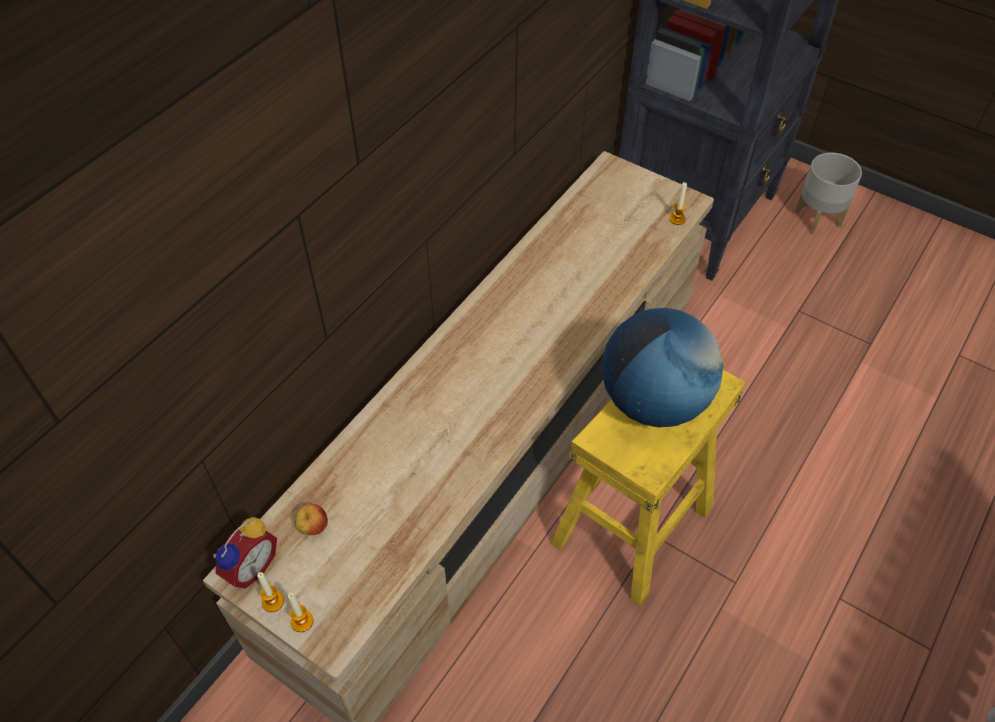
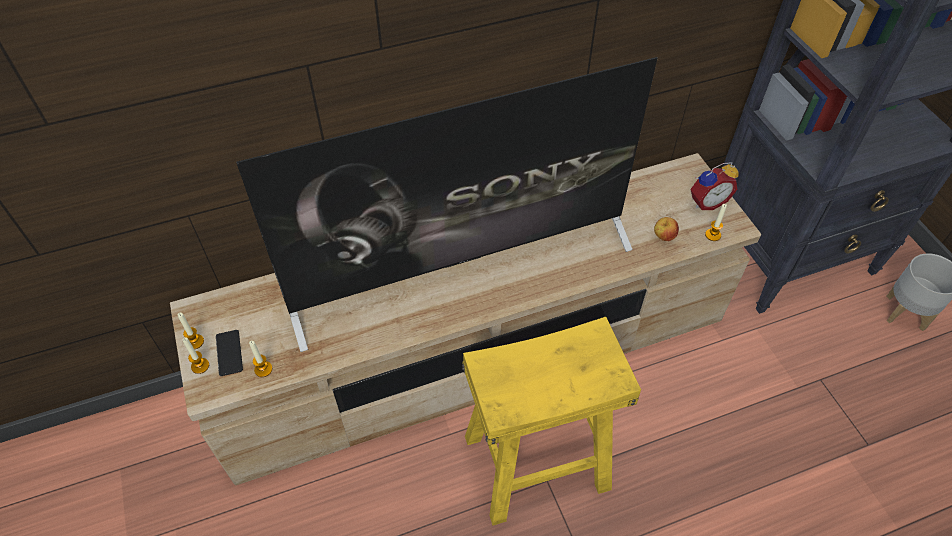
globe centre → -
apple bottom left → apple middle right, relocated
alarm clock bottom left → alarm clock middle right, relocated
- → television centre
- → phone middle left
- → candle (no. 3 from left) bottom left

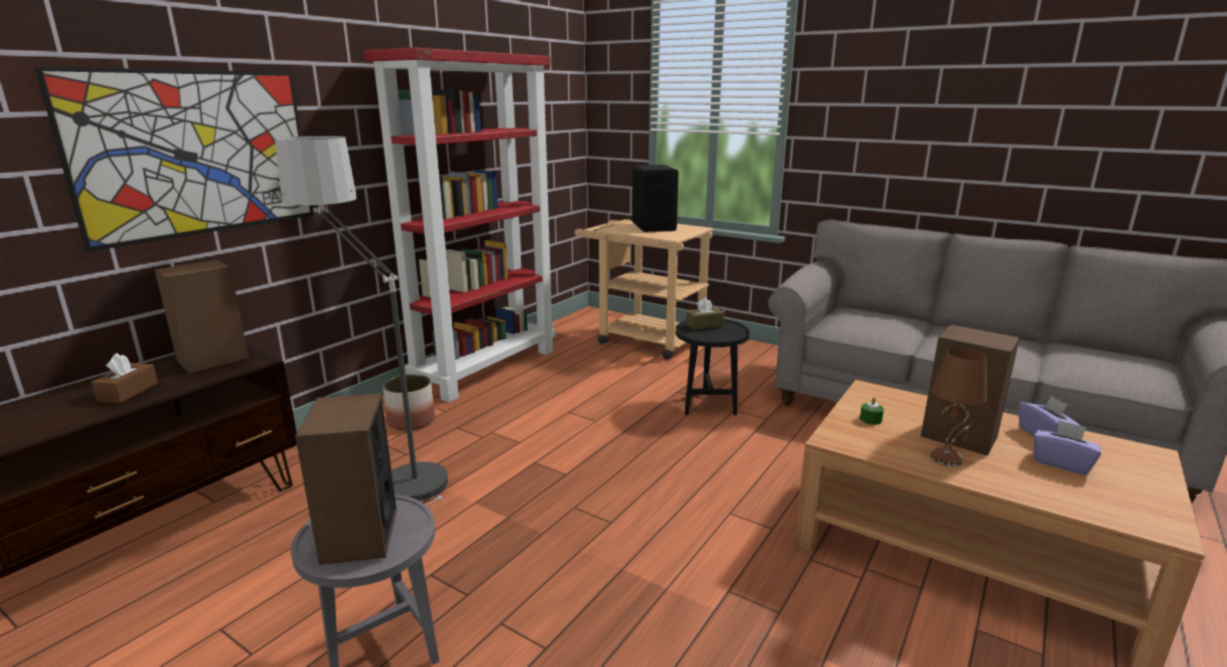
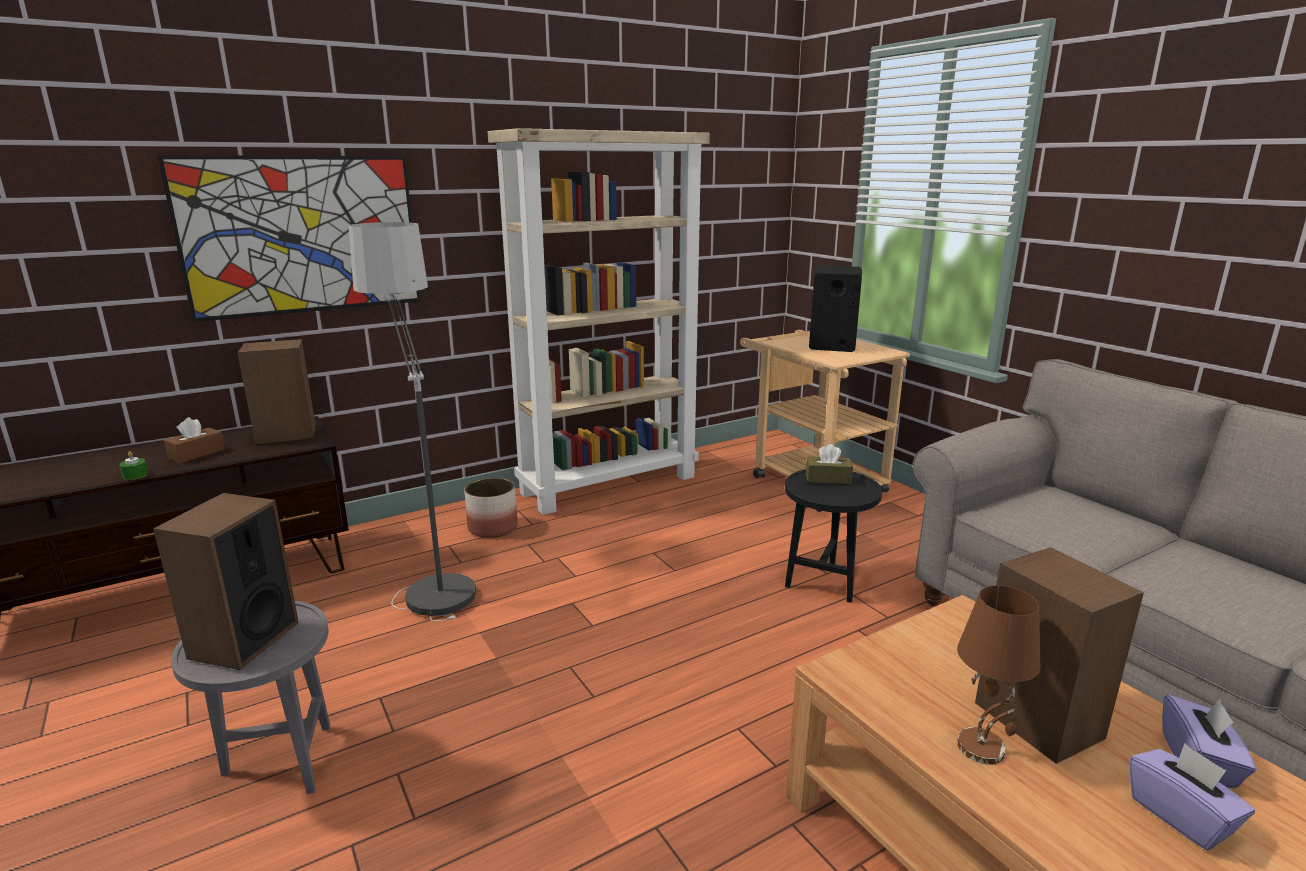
bookcase (red) centre → bookcase (beige) centre
candle (green) middle right → candle (green) middle left, relocated

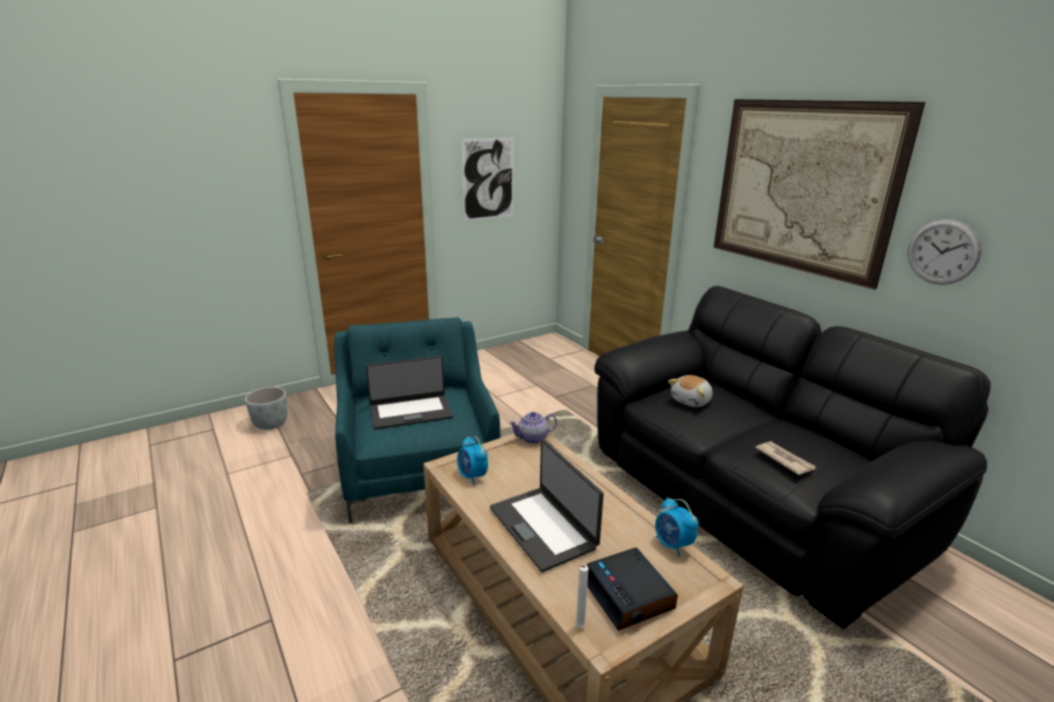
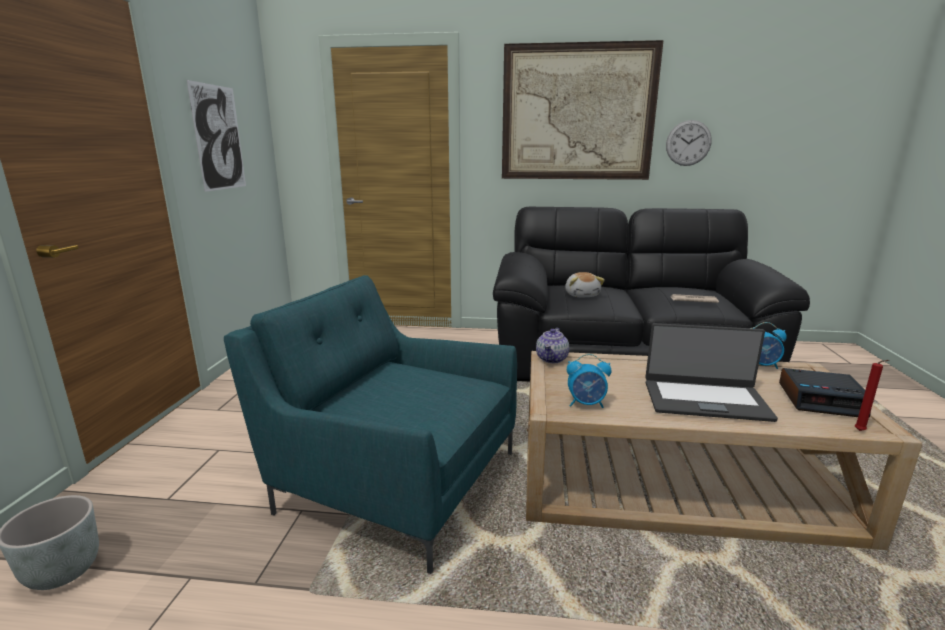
laptop (no. 1 from left) centre → -
candle (white) bottom centre → candle (red) middle right

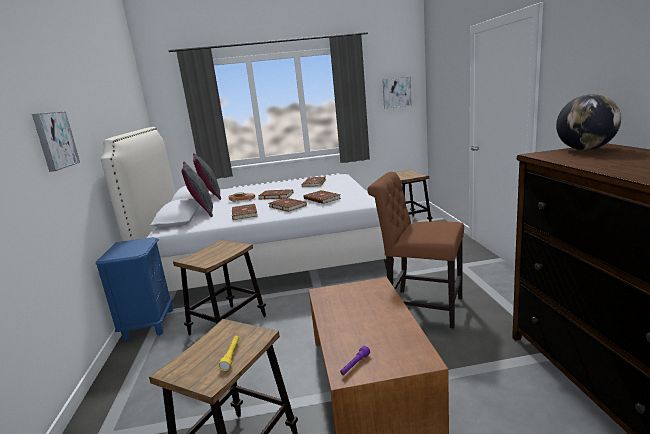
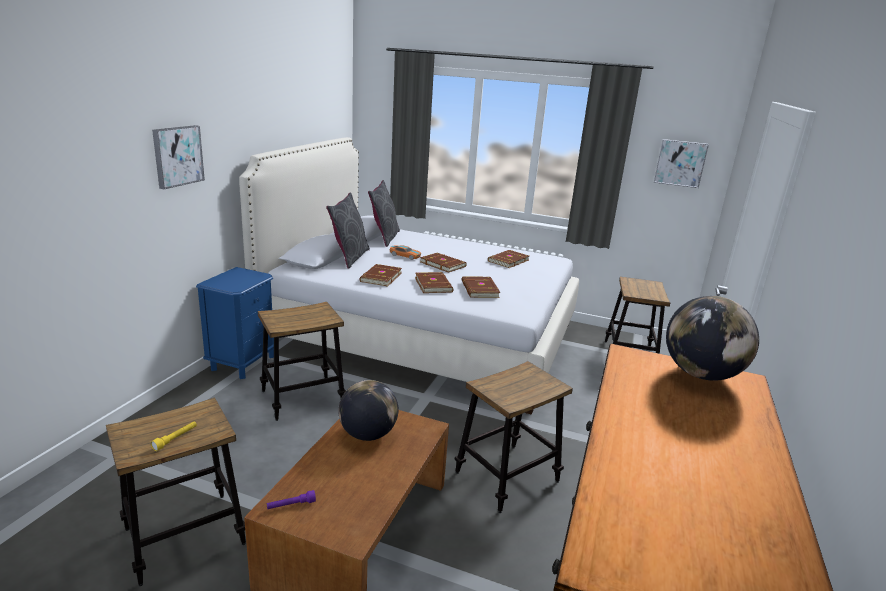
chair (brown) centre → stool (no. 3 from left) bottom centre
- → globe (no. 1 from left) bottom centre

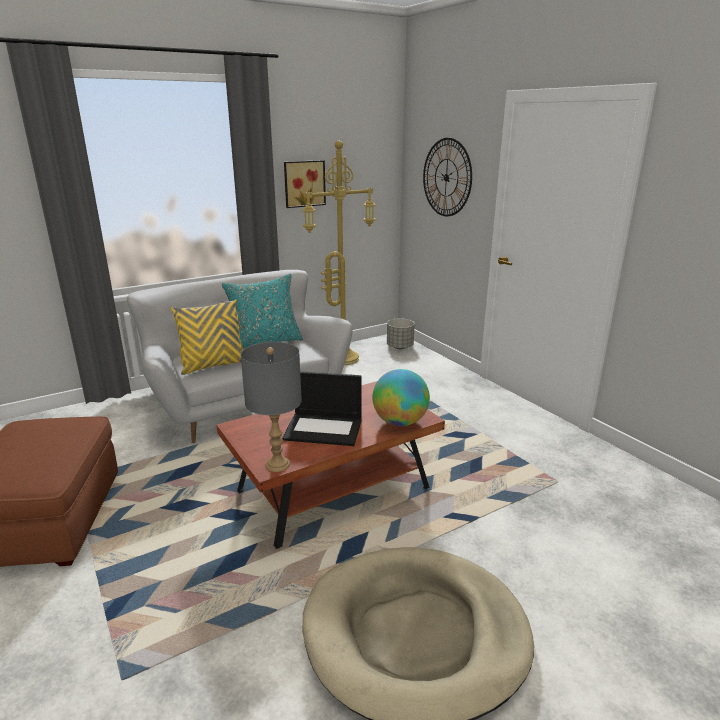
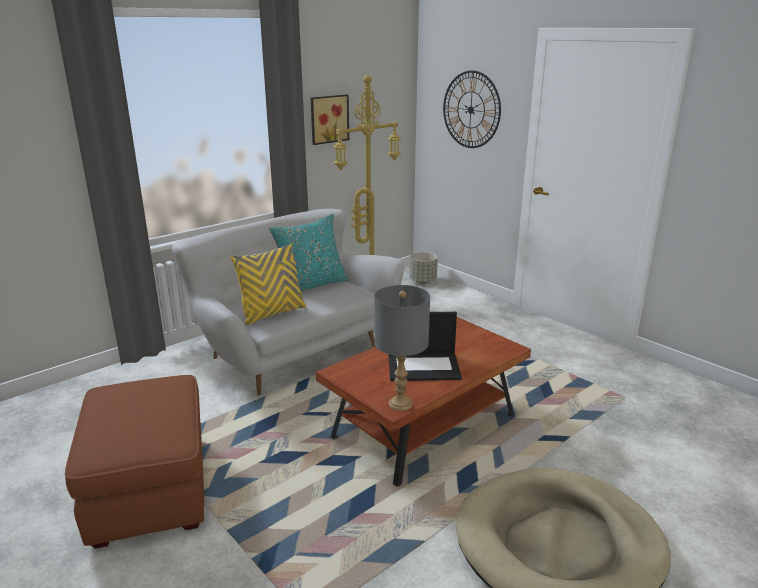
globe centre → -

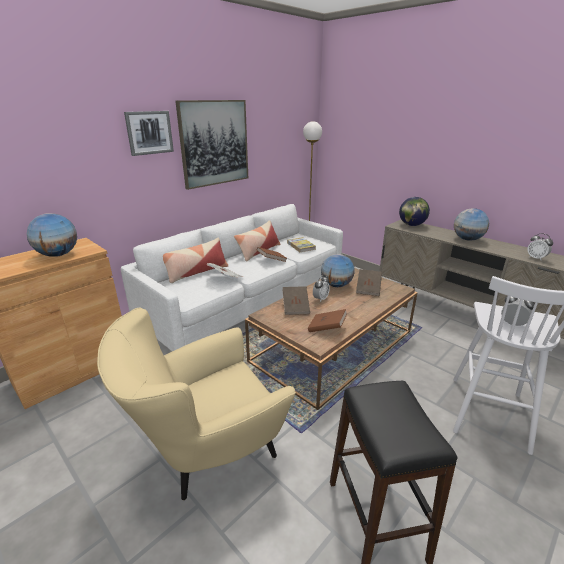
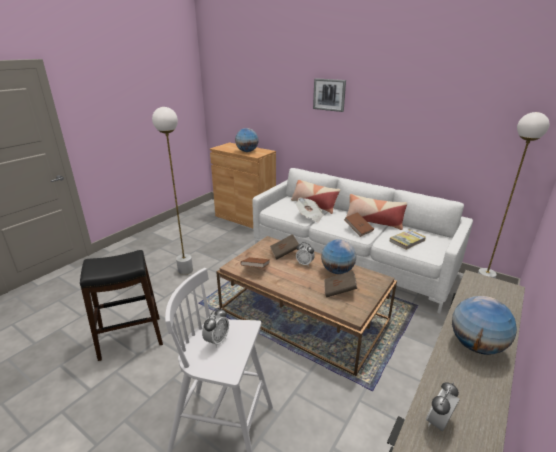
picture (no. 2 from left) top centre → -
globe (no. 3 from left) middle right → -
armchair (beige) bottom centre → floor lamp (white) (no. 1 from left) middle left

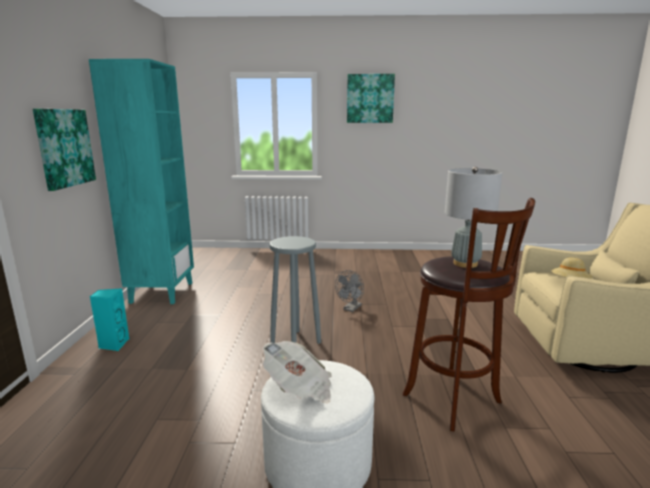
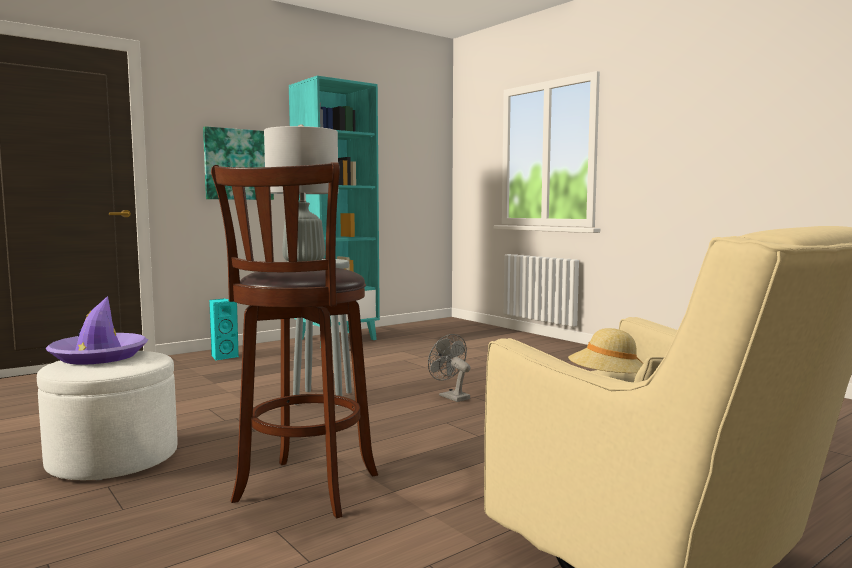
picture (no. 2 from left) top centre → -
fan (grey) centre, 60 degrees clockwise
newspaper bottom centre → hat (purple) middle left

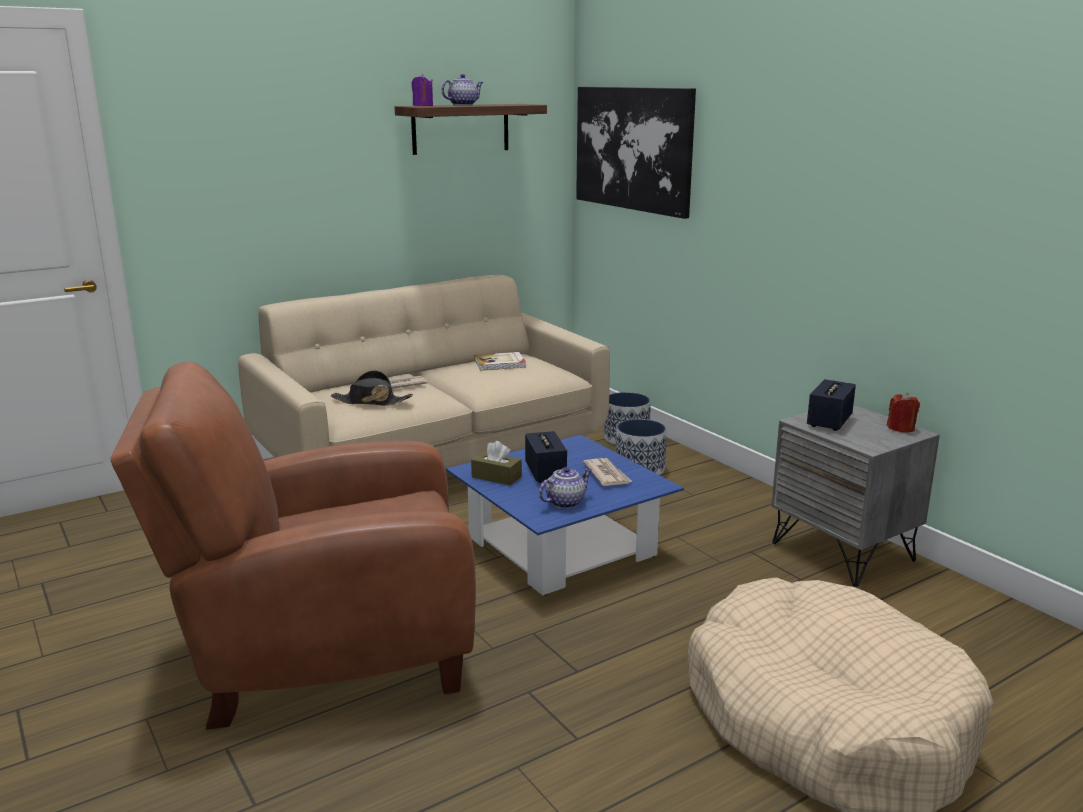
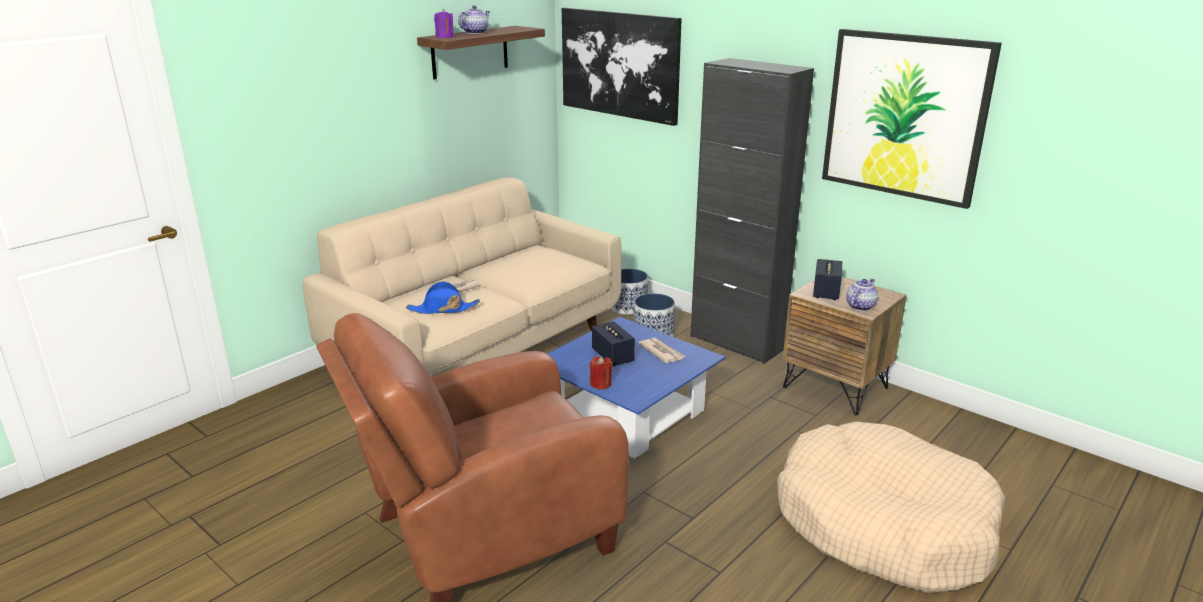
book centre → -
hat (black) centre → hat (blue) centre
candle (red) middle right → candle (red) centre, relocated
nightstand (grey) middle right → nightstand (brown) middle right
tissue box (brown) centre → -
teapot (no. 2 from left) centre → teapot (no. 2 from left) middle right, relocated
- → picture (no. 2 from left) top right
- → cabinet (black) centre

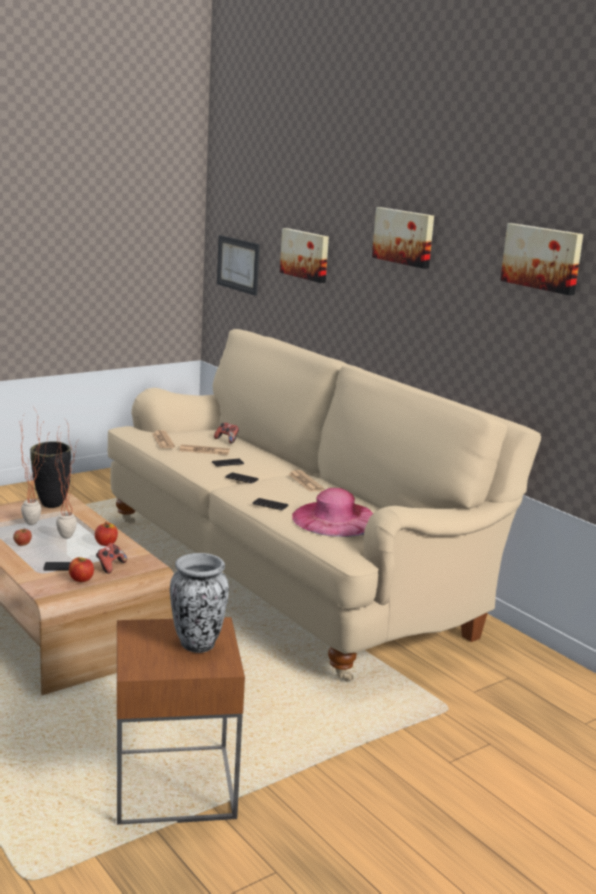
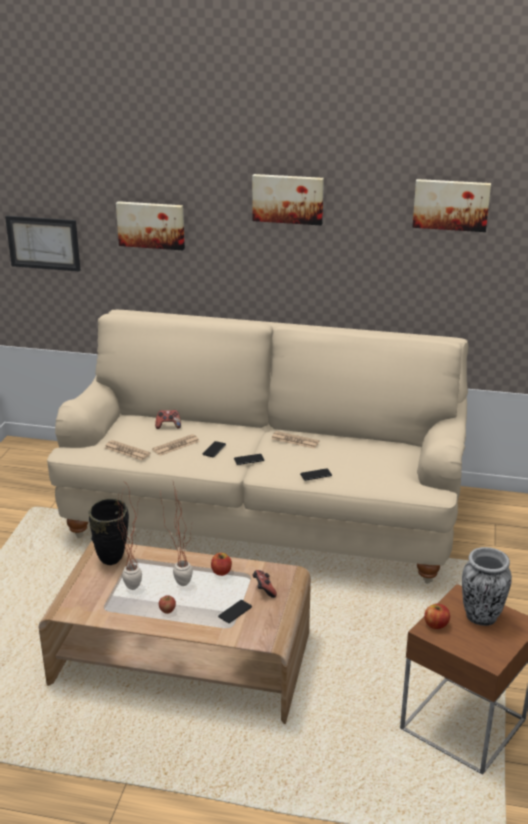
hat (pink) centre → -
apple (no. 2 from left in the first image) middle left → apple (no. 3 from left) bottom right, relocated

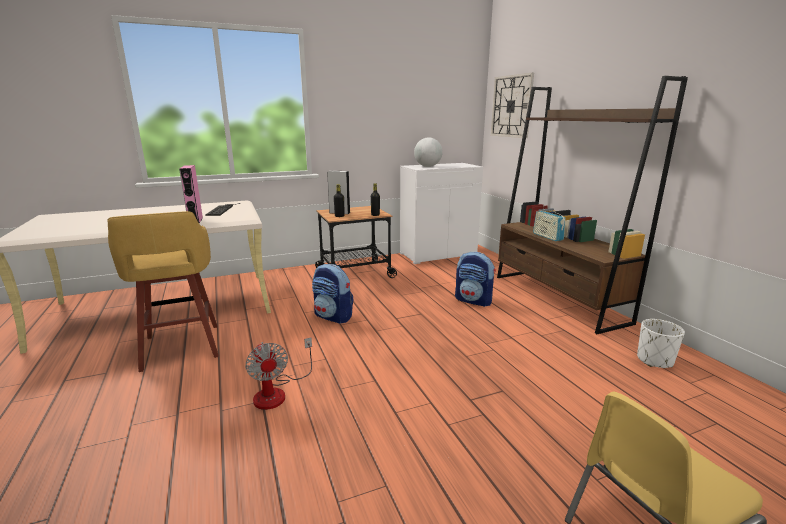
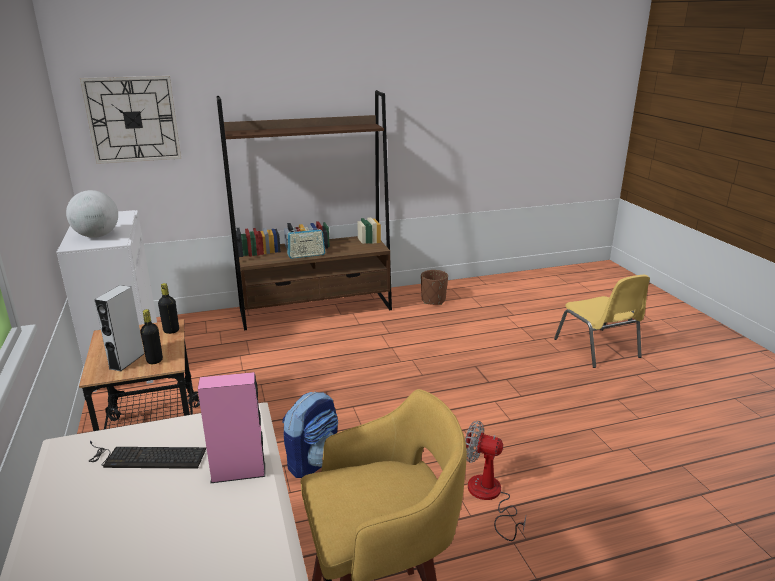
backpack (no. 2 from left) centre → -
planter (white) middle right → planter (brown) centre
fan bottom centre, 135 degrees counterclockwise

